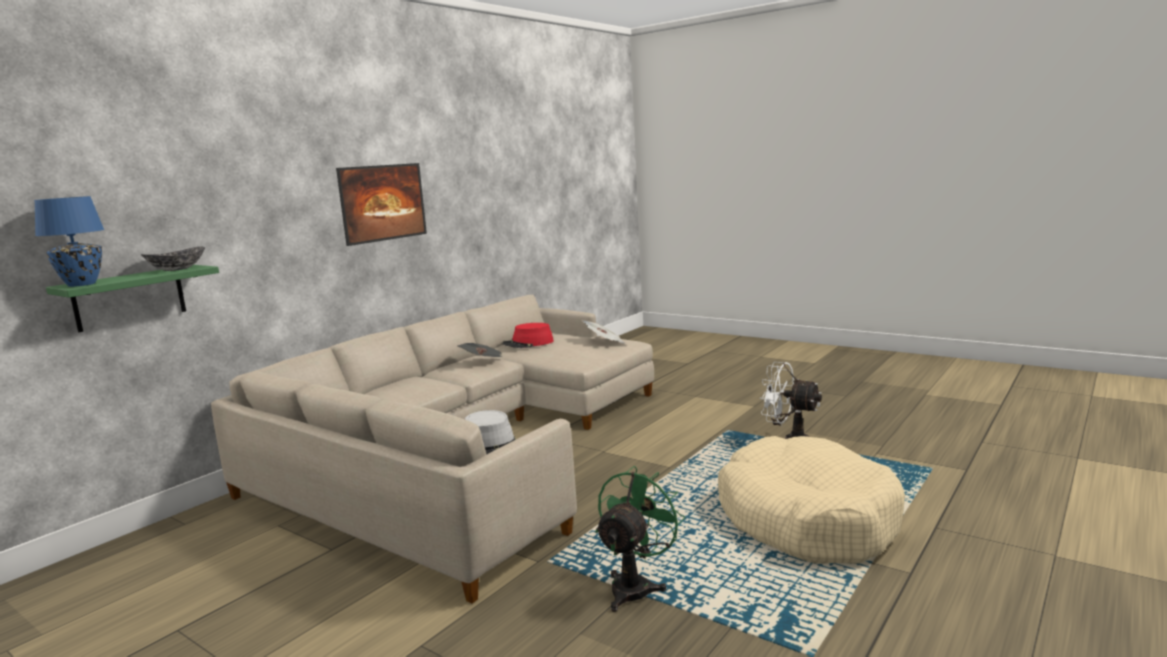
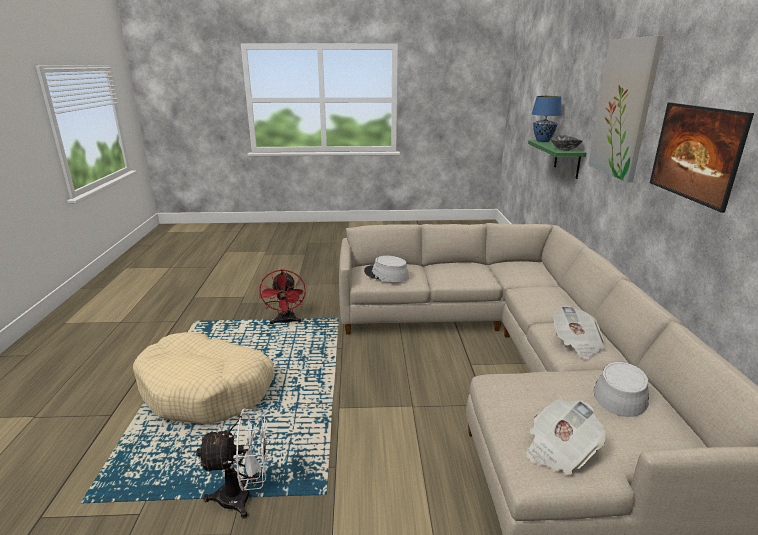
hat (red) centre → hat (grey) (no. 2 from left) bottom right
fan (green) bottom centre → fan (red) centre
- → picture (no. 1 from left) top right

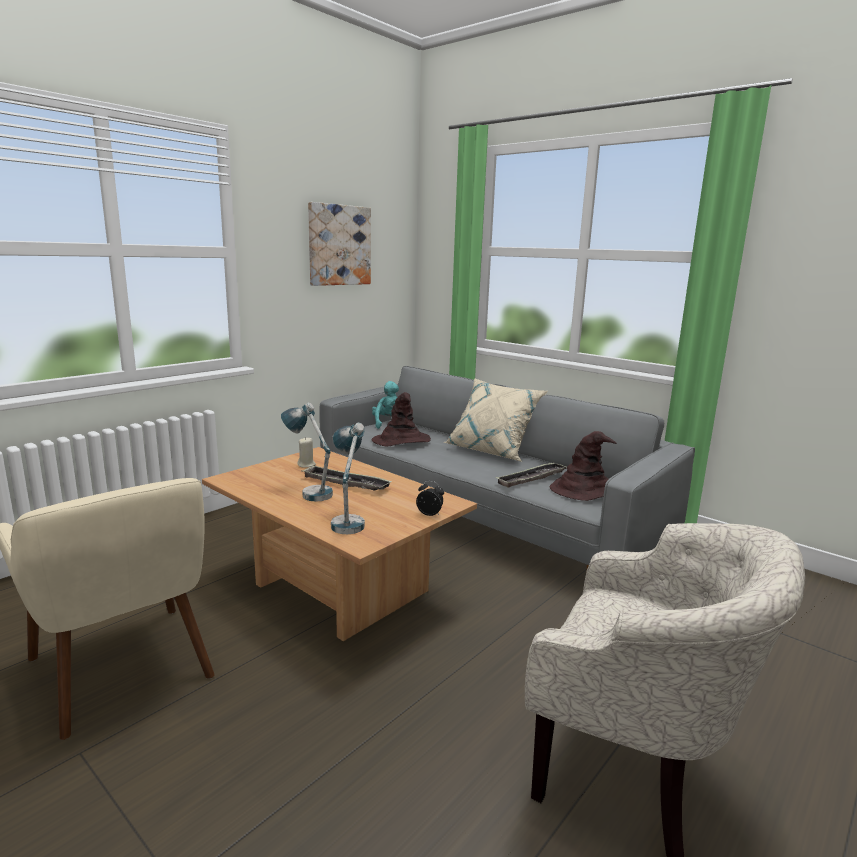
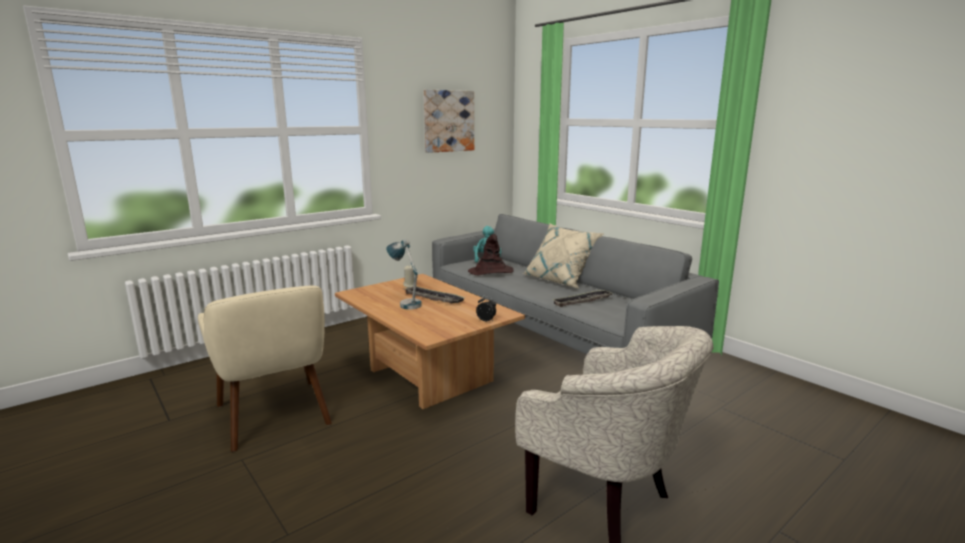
table lamp (no. 2 from left) centre → -
hat (brown) (no. 2 from left) middle right → -

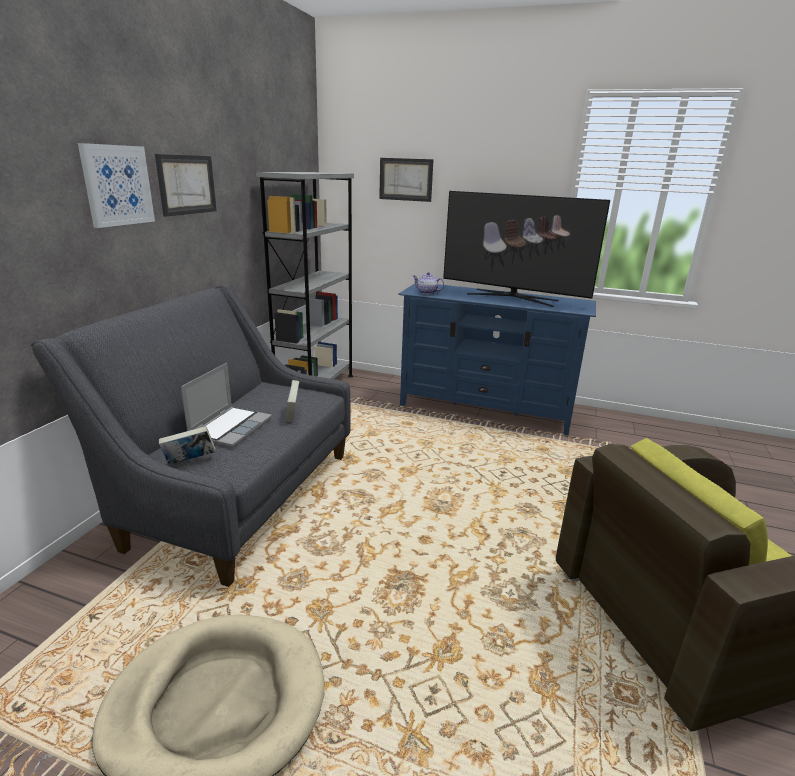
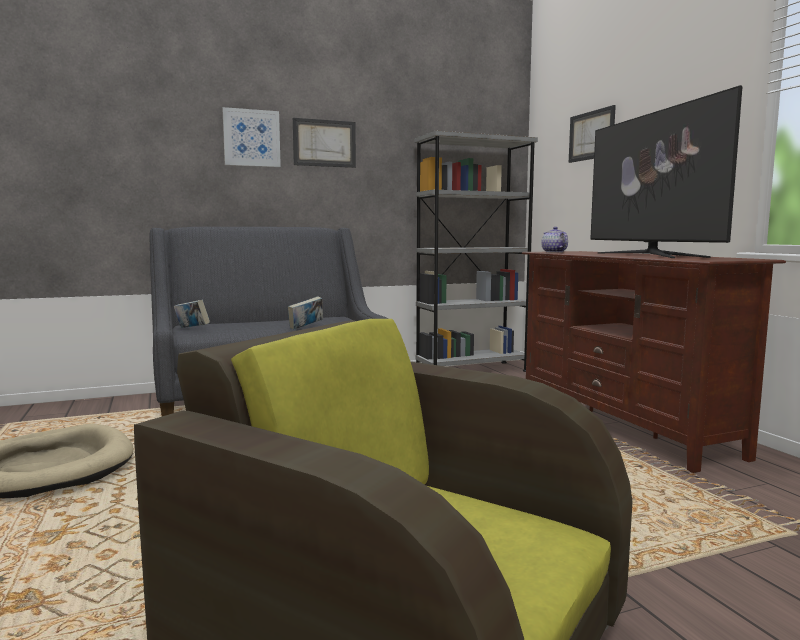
tv stand (blue) centre → tv stand (brown) middle right
laptop middle left → -

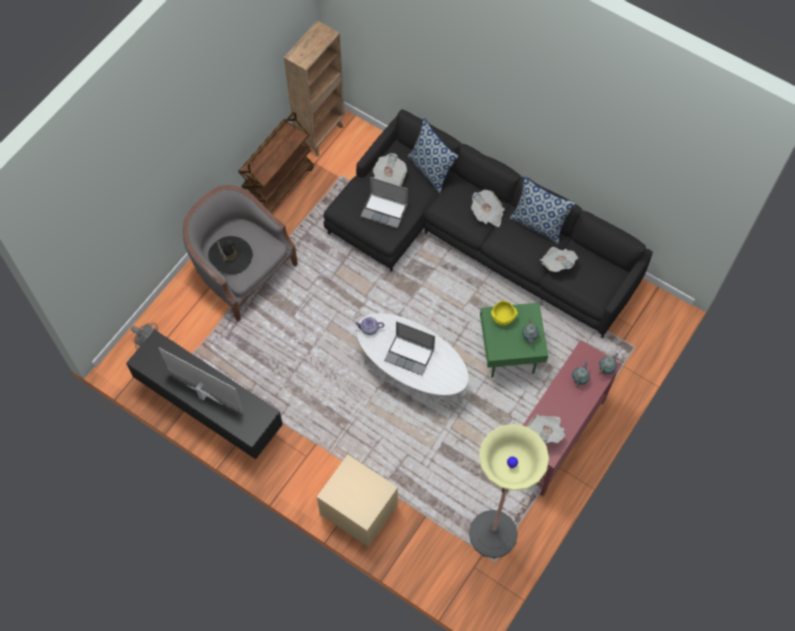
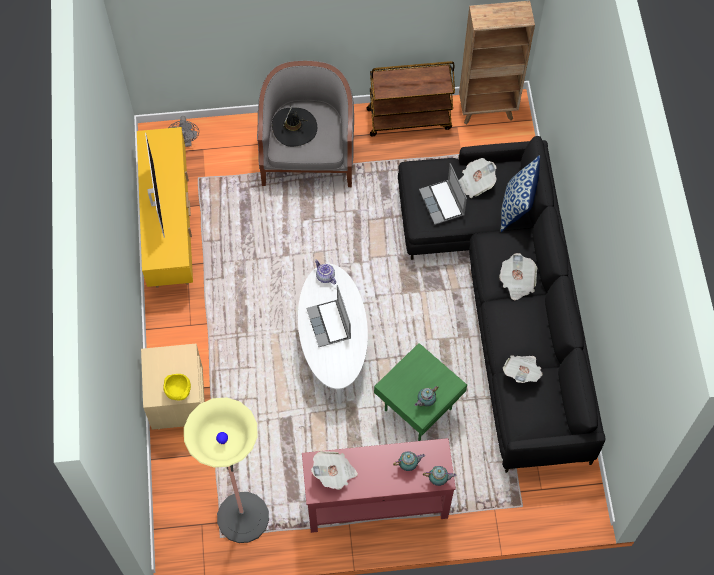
pillow (no. 2 from left) top right → -
bowl (yellow) centre → bowl (yellow) bottom left, relocated
tv stand (black) middle left → tv stand (yellow) middle left

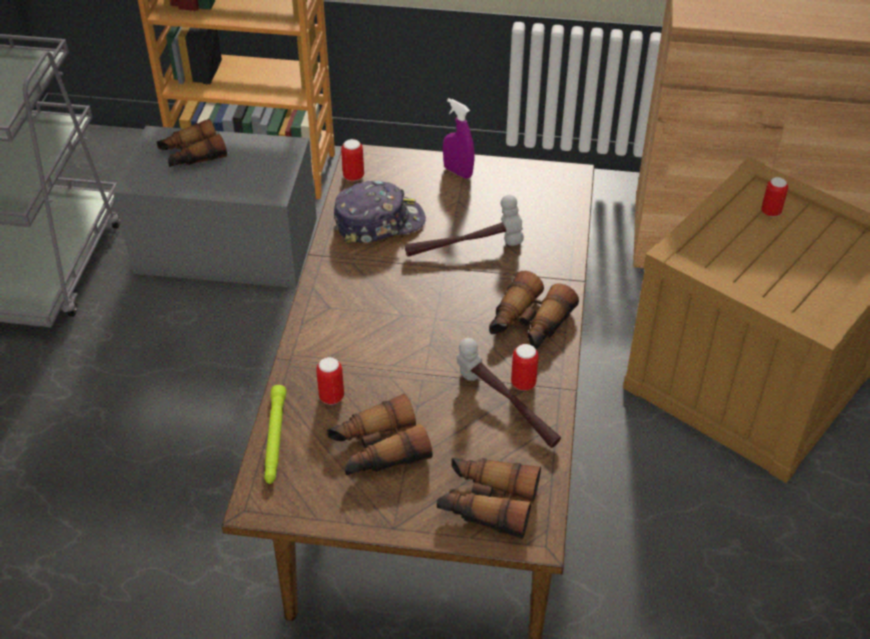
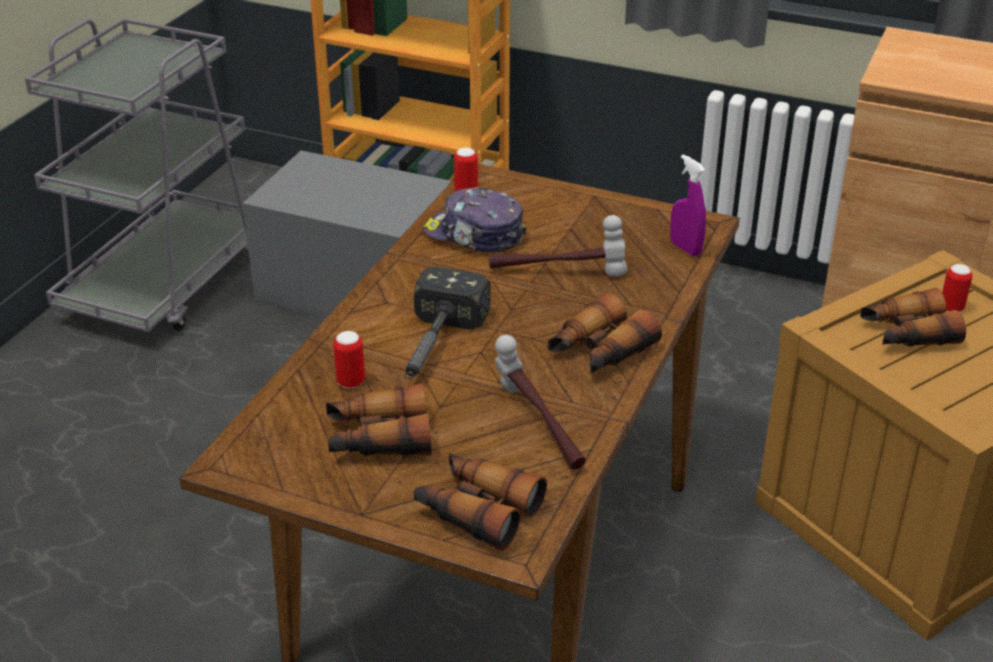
spray bottle (purple) top centre → spray bottle (purple) top right, relocated
binoculars (no. 1 from left in the first image) top left → binoculars (no. 4 from left) middle right, relocated
cap top centre, 150 degrees counterclockwise
can (no. 3 from left) centre → -
flashlight (green) bottom left → -
- → hammer (no. 1 from left) centre

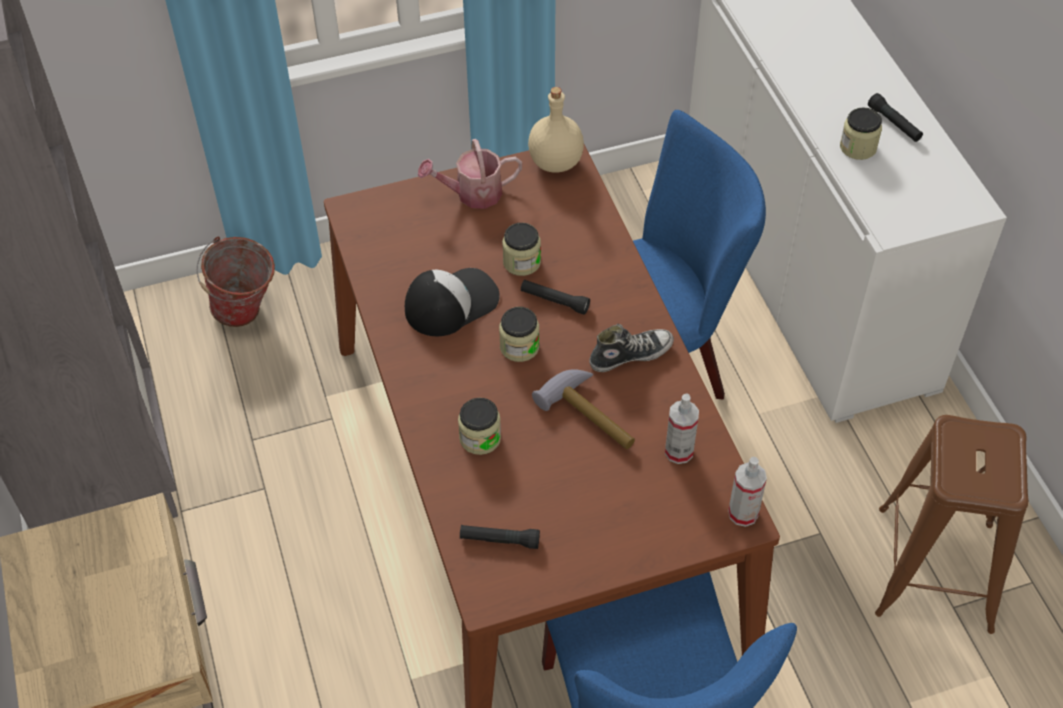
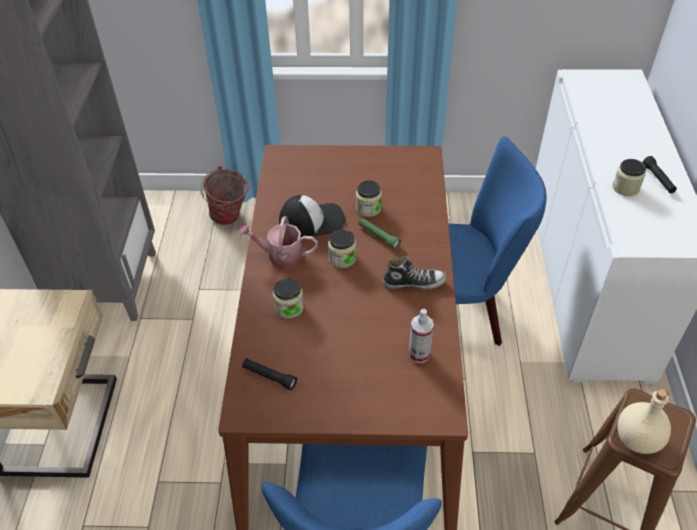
bottle (beige) top centre → bottle (beige) bottom right, relocated
watering can top centre → watering can centre, relocated
flashlight (black) (no. 2 from left) centre → flashlight (green) centre
hammer centre → -
spray bottle (no. 2 from left) bottom right → -

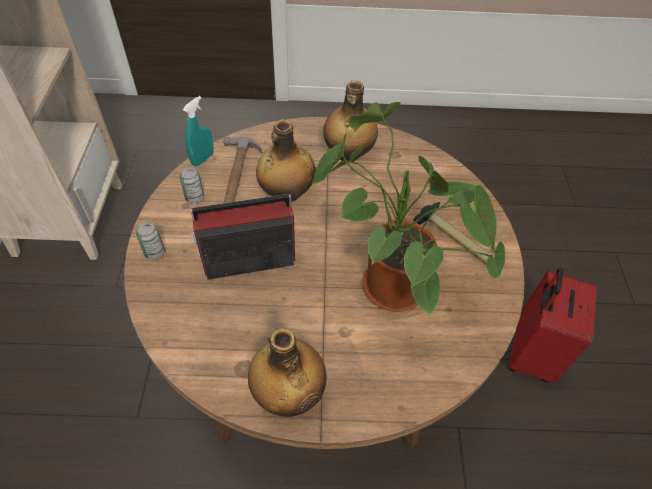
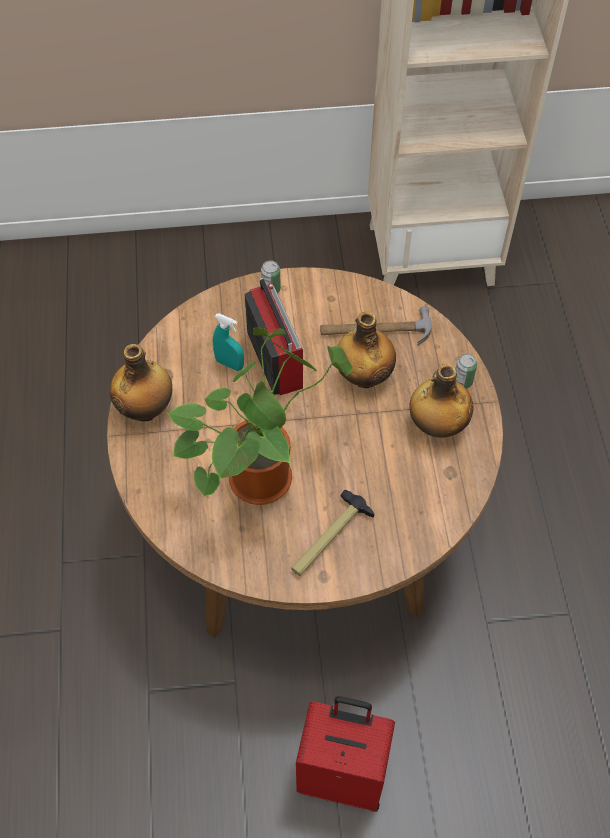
spray bottle (turquoise) top left → spray bottle (turquoise) centre, relocated
can (no. 2 from left) middle left → can (no. 2 from left) middle right, relocated

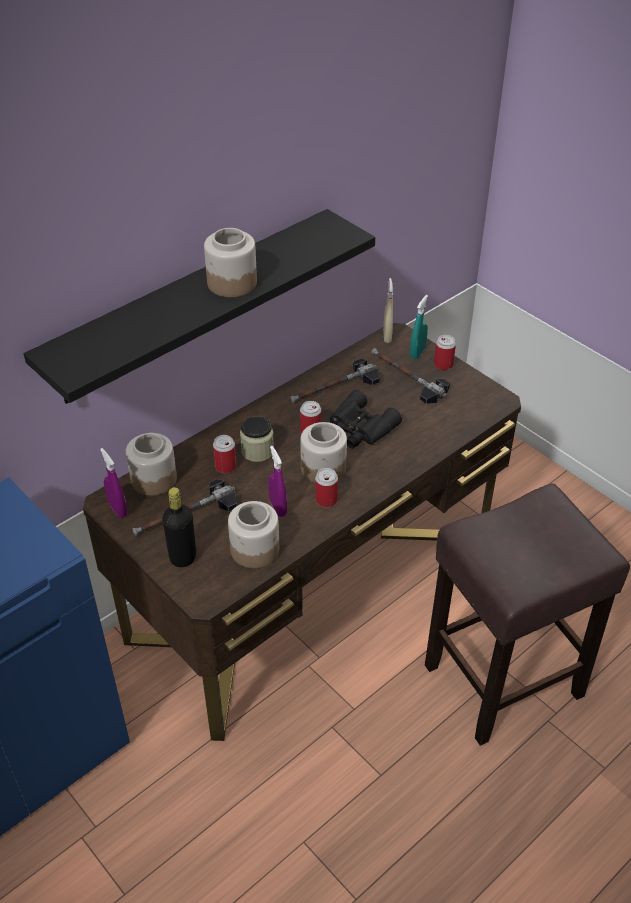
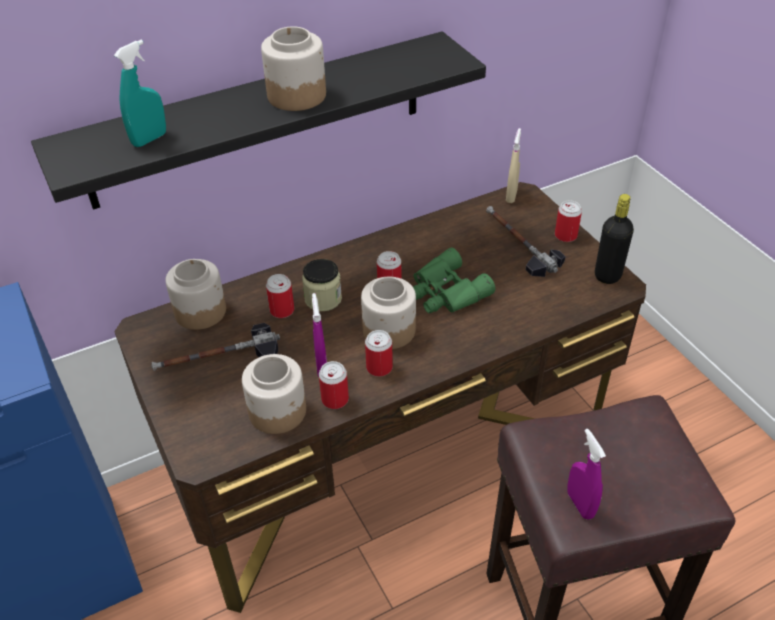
spray bottle (turquoise) centre → spray bottle (turquoise) top left, relocated
hammer (no. 2 from left) centre → -
binoculars (black) centre → binoculars (green) centre
spray bottle (purple) (no. 1 from left in the first image) middle left → spray bottle (purple) (no. 2 from left) bottom right, relocated
bottle (black) middle left → bottle (black) middle right, relocated
- → can (no. 2 from left) centre

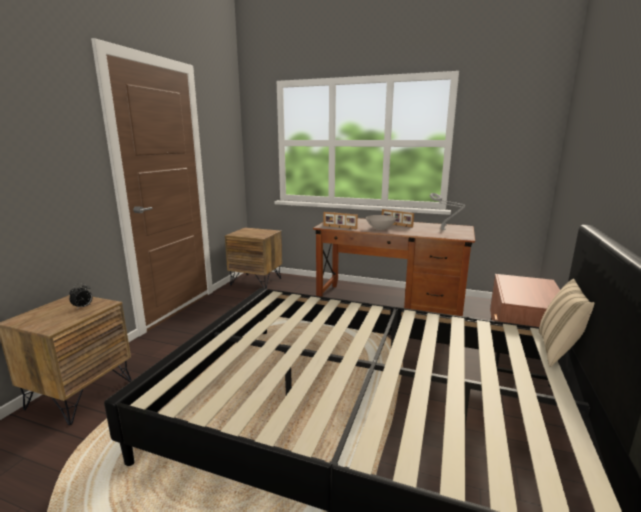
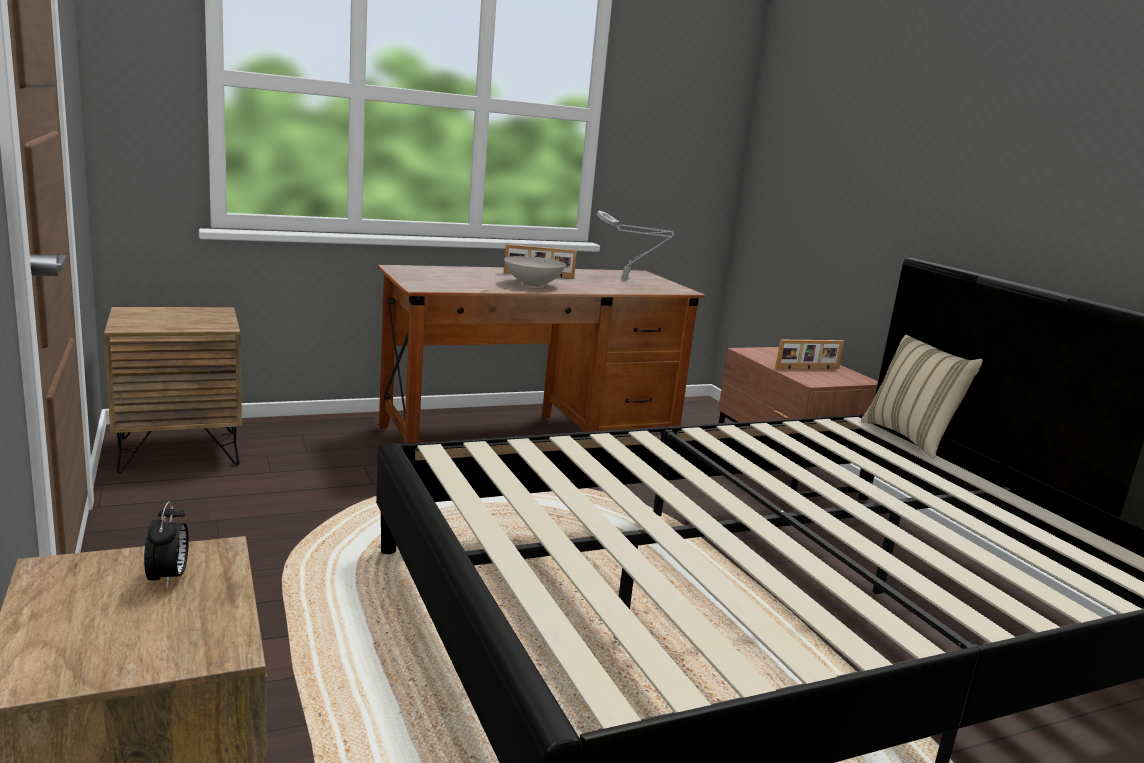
picture frame (no. 1 from left in the first image) centre → picture frame (no. 2 from left) middle right, relocated

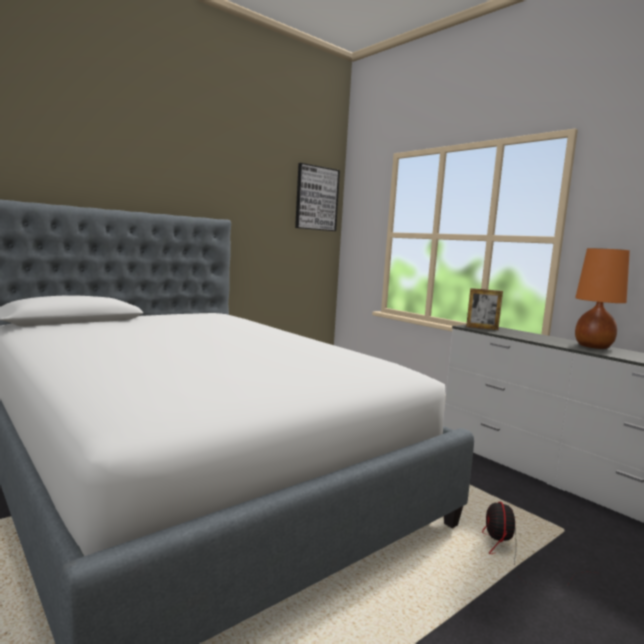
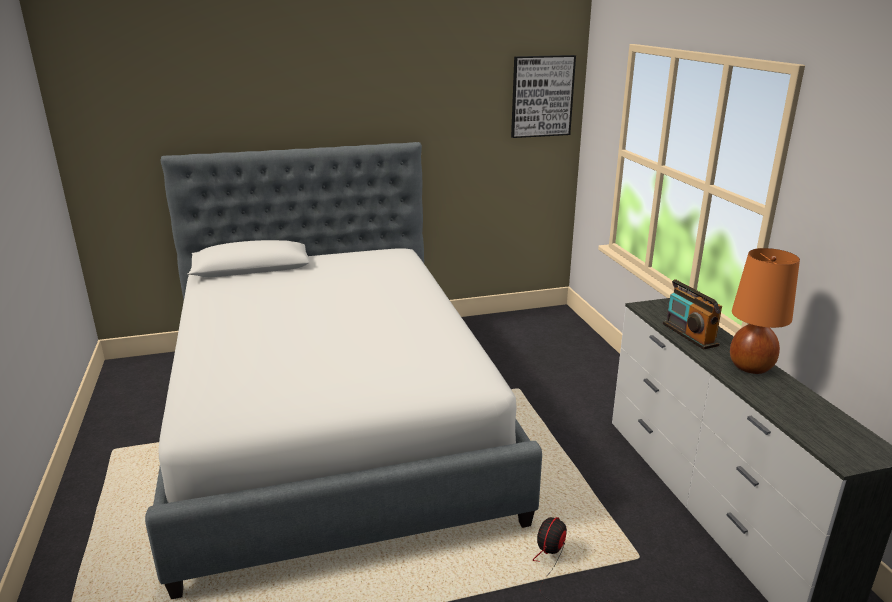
picture frame middle right → -
- → radio middle right

